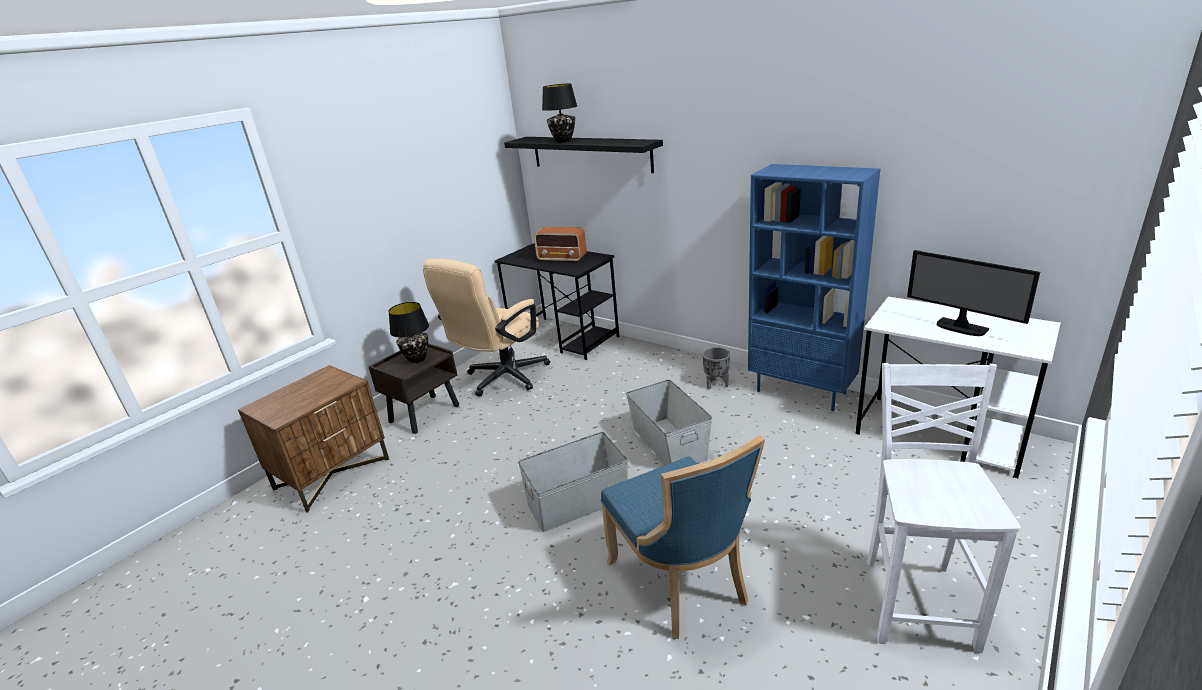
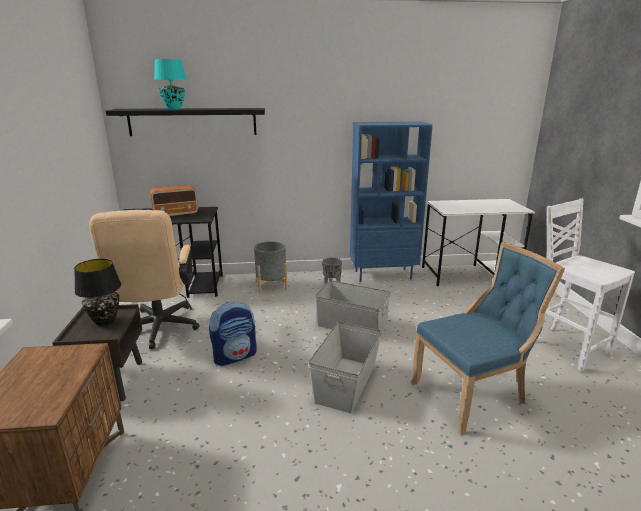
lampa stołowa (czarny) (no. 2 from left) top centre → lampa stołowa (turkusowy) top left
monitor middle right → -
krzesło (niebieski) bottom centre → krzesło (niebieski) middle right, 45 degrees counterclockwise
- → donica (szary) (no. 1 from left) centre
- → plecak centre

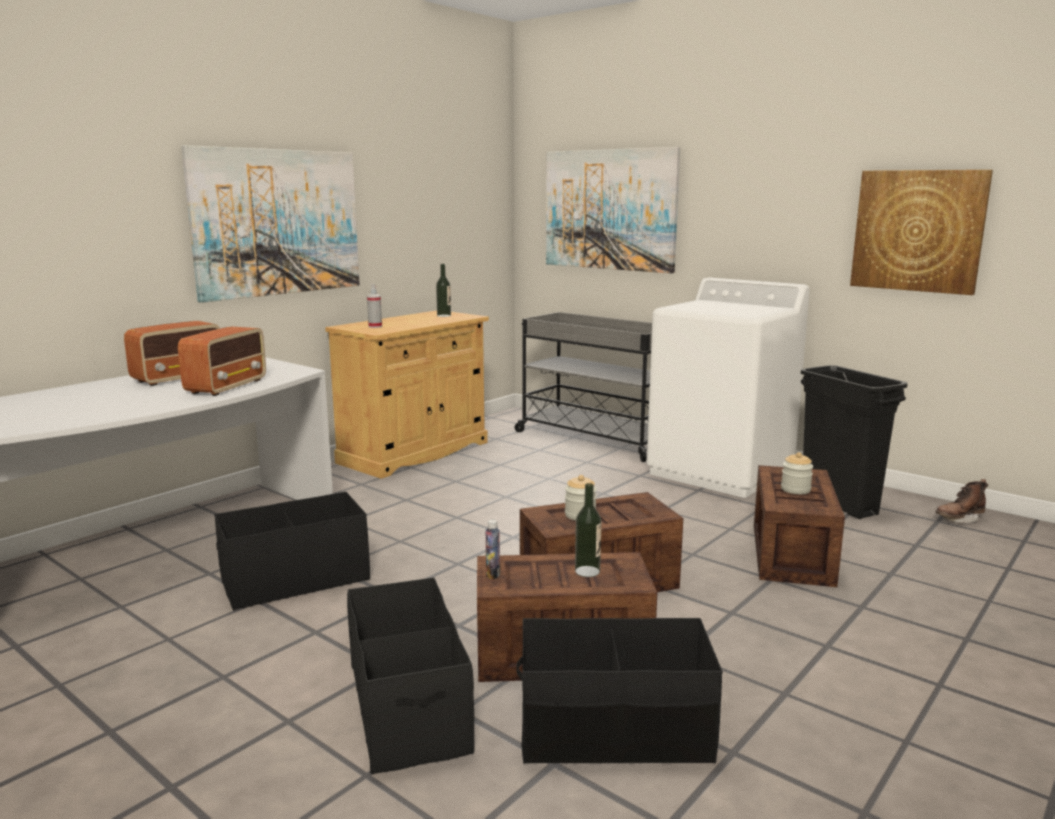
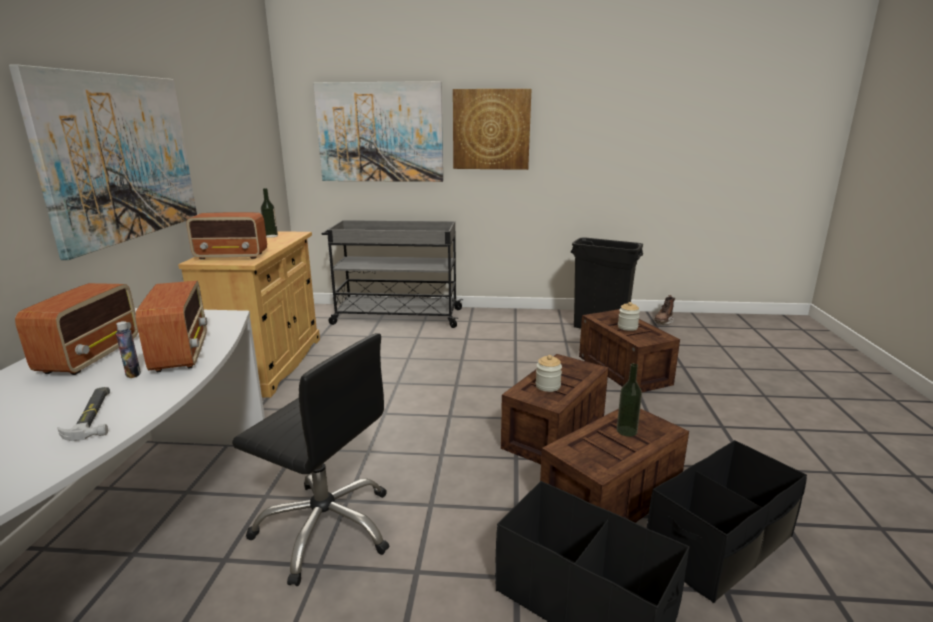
obraz (no. 3 from left) top right → obraz (no. 3 from left) top centre, shifted
pralka (biały) middle right → -
spryskiwacz centre → radio (no. 3 from left) middle left
pojemnik do przechowywania (czarny) (no. 1 from left) bottom left → krzesło biurowe (czarny) bottom left
butelka (no. 2 from left in the first image) bottom centre → butelka (no. 1 from left) middle left, shifted
- → młotek middle left

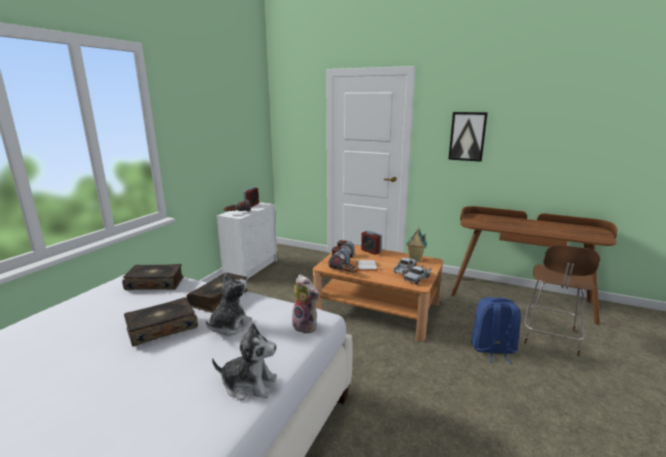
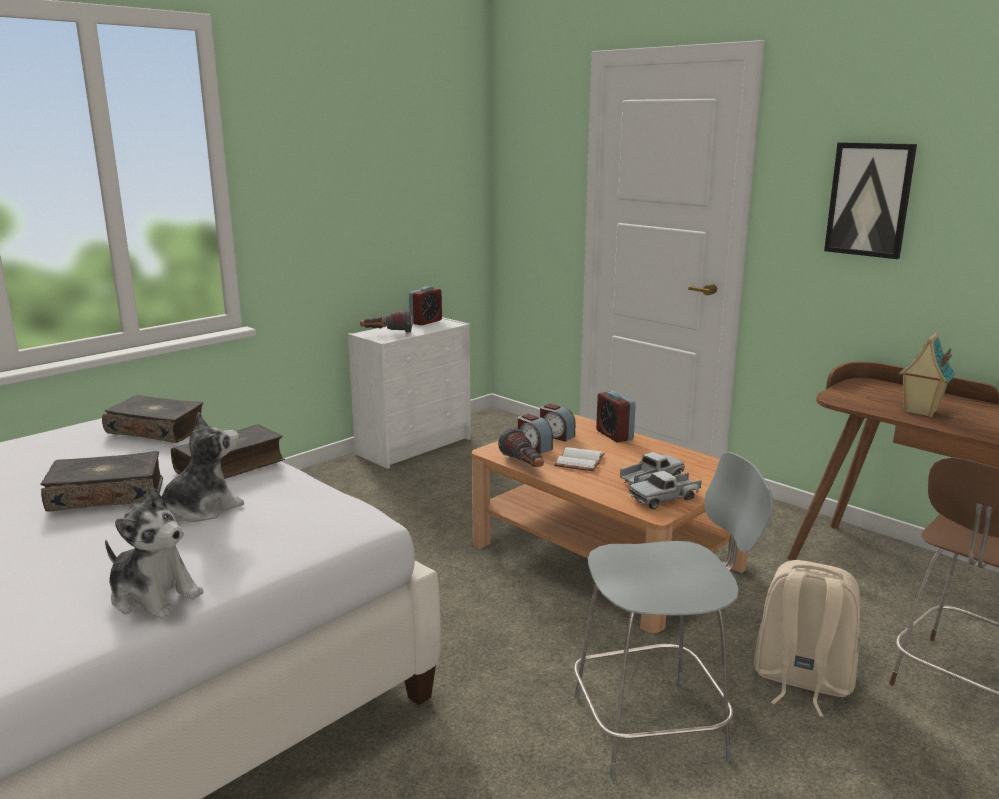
domek centre → domek middle right, shifted
pluszak (no. 3 from left) centre → -
plecak (niebieski) bottom right → plecak (beżowy) bottom right
- → krzesło (szary) bottom right

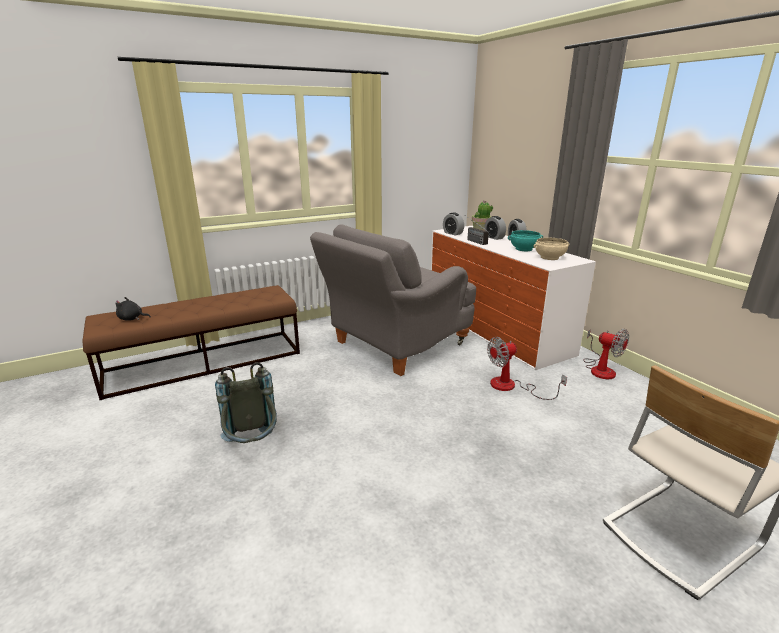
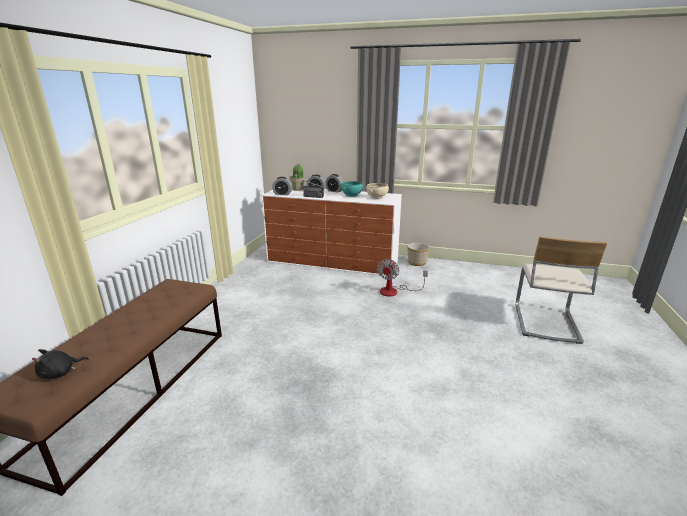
fotel (szary) centre → -
wentylator (no. 2 from left) middle right → donica centre
plecak (szary) middle left → -

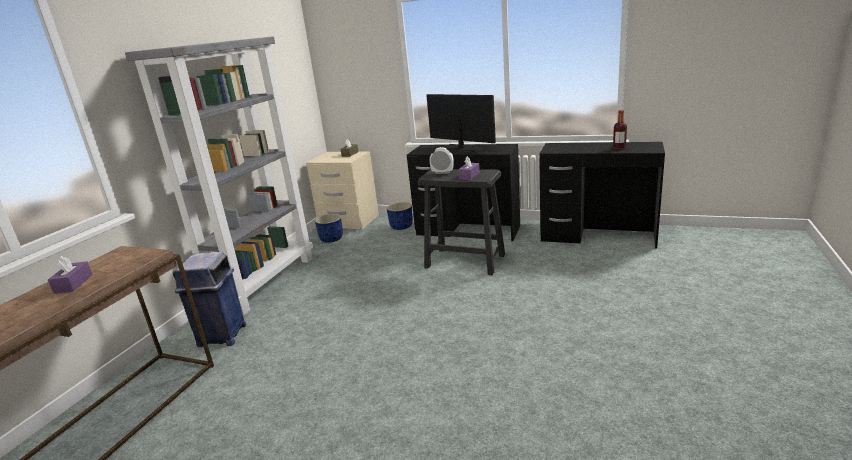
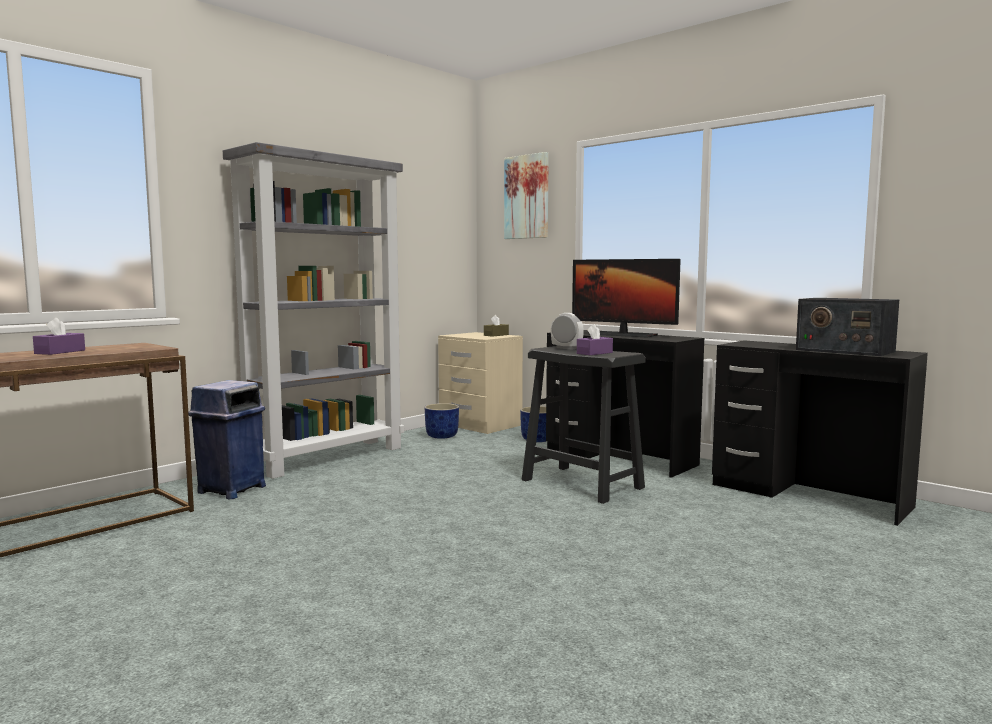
monitor top centre → monitor centre, 150 degrees clockwise
butelka top right → radio middle right
- → obraz top centre

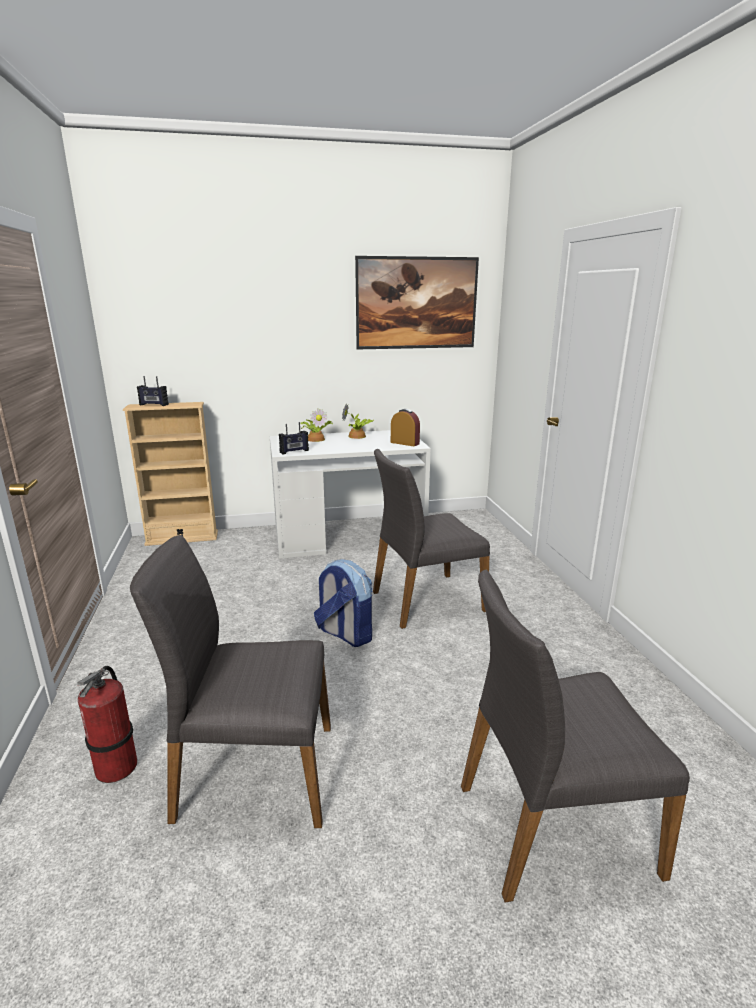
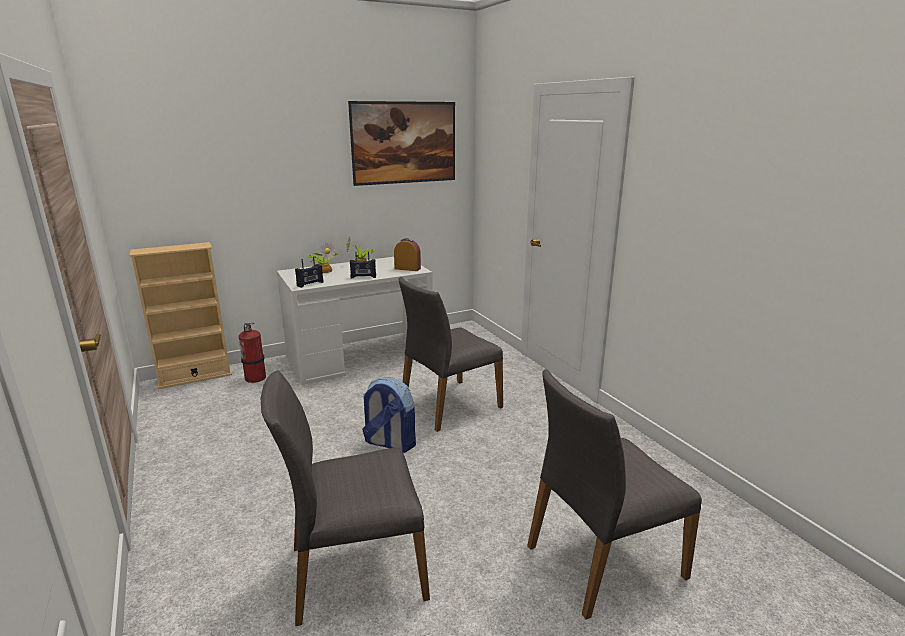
radio (no. 1 from left in the first image) middle left → radio (no. 2 from left) centre, shifted
gaśnica bottom left → gaśnica middle left, shifted

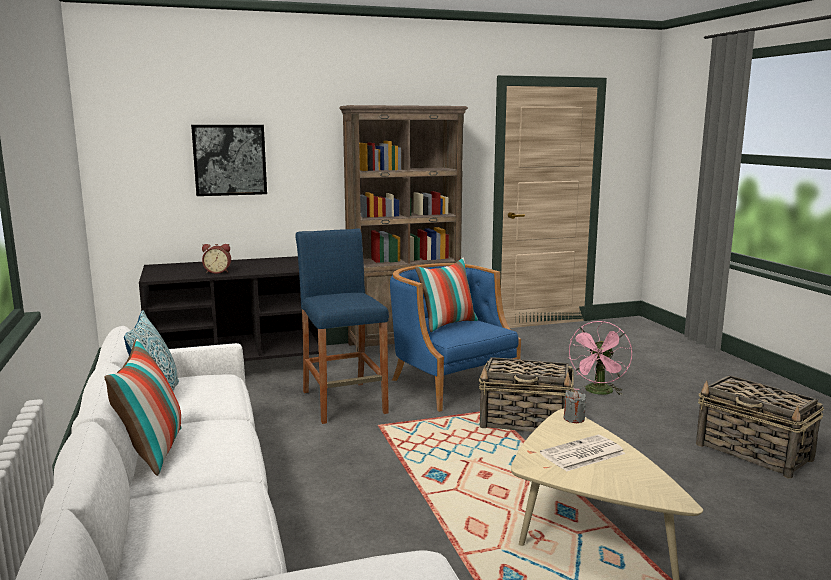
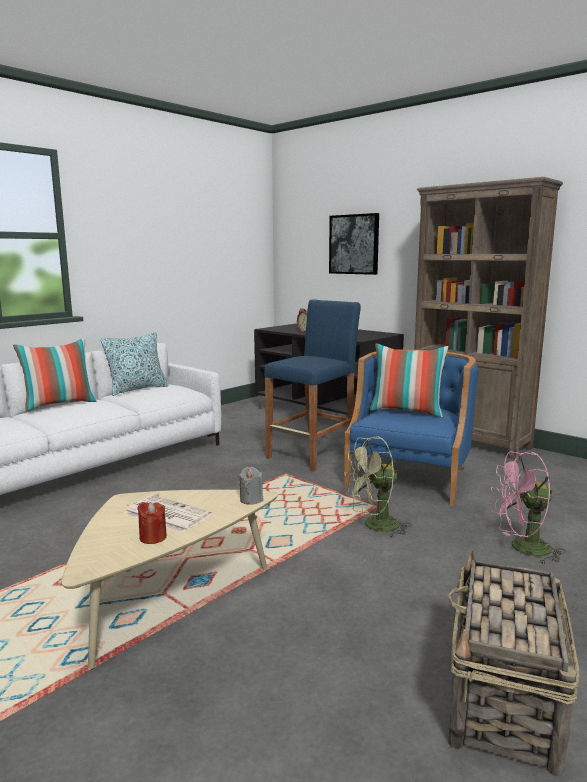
koszyk (no. 1 from left) bottom centre → wentylator (zielony) centre
- → świeca (czerwony) bottom left

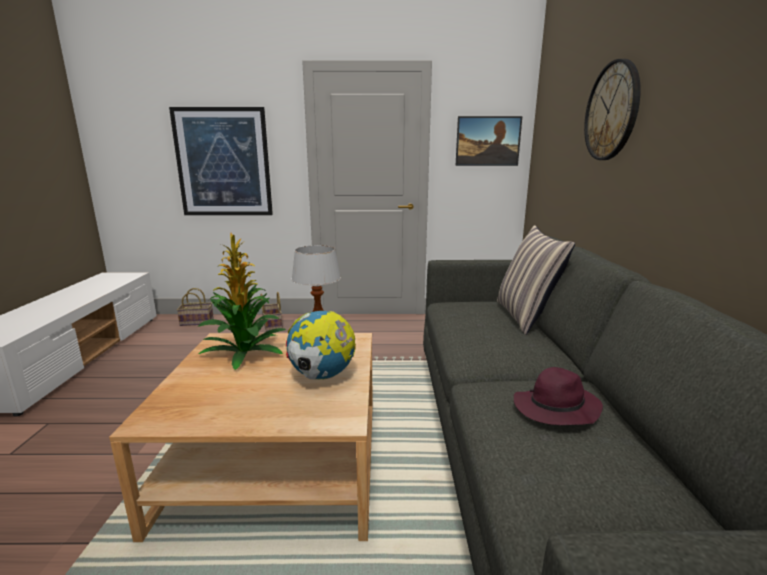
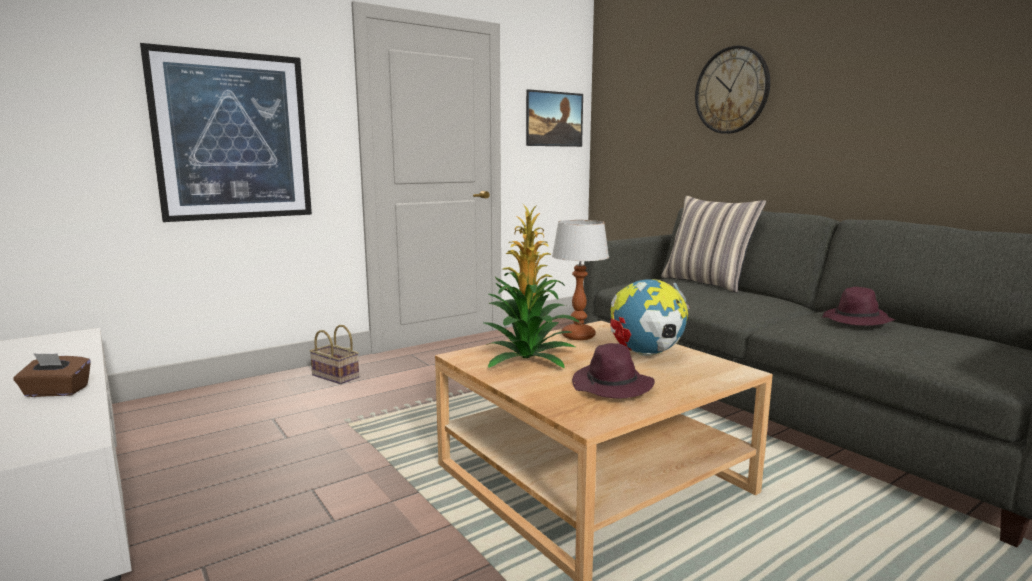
koszyk (no. 1 from left) middle left → -
- → kapelusz (fioletowy) (no. 1 from left) centre
- → pudełko chusteczek (brązowy) middle left

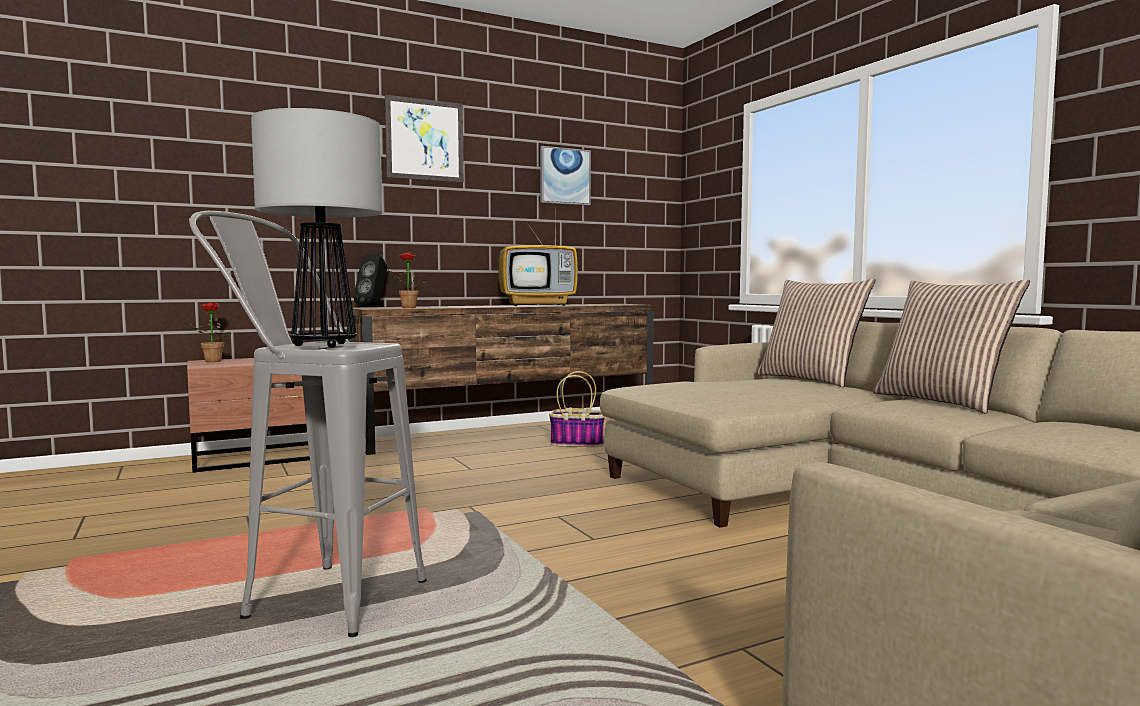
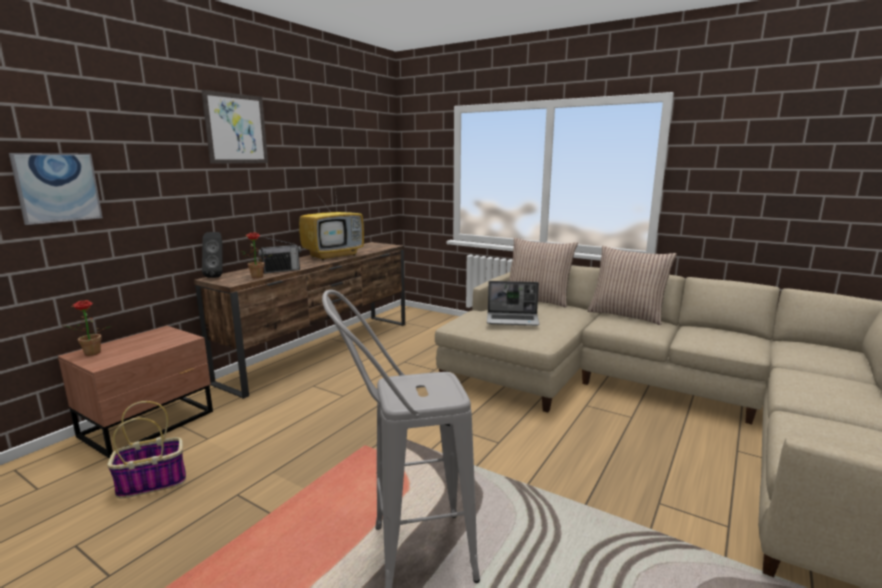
lampa stołowa top left → -
obraz (no. 2 from left in the first image) top centre → obraz (no. 1 from left) top left, shifted
koszyk centre → koszyk bottom left, shifted
- → radio middle left
- → laptop centre

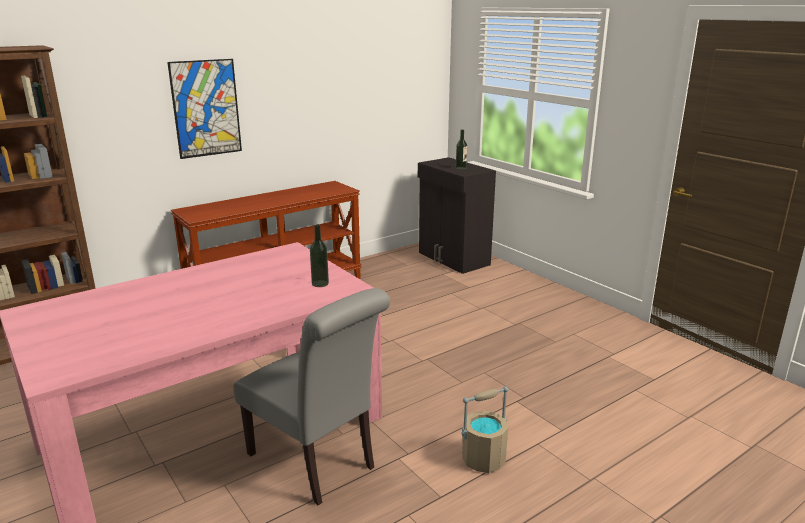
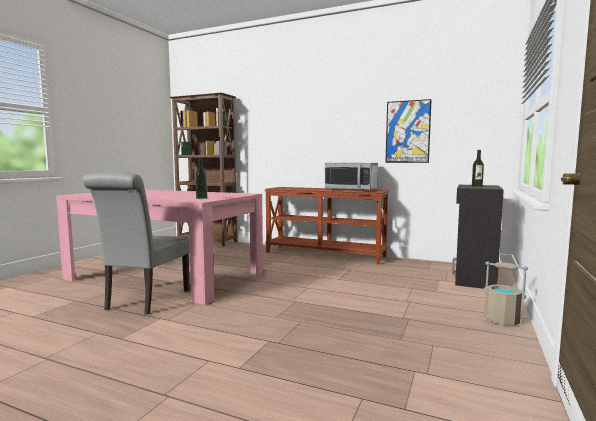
obraz top left → obraz top right, shifted
wiadro (beżowy) bottom centre → wiadro (beżowy) bottom right, shifted
- → mikrofalówka centre

